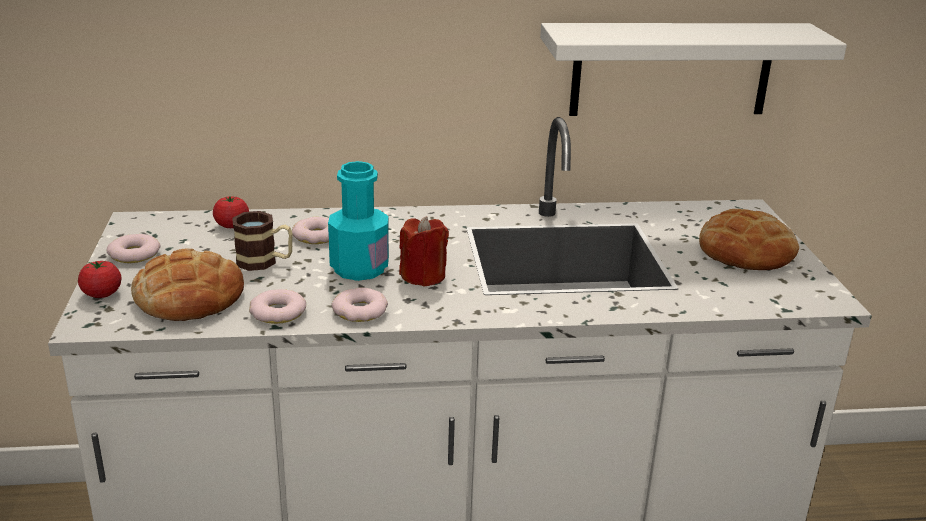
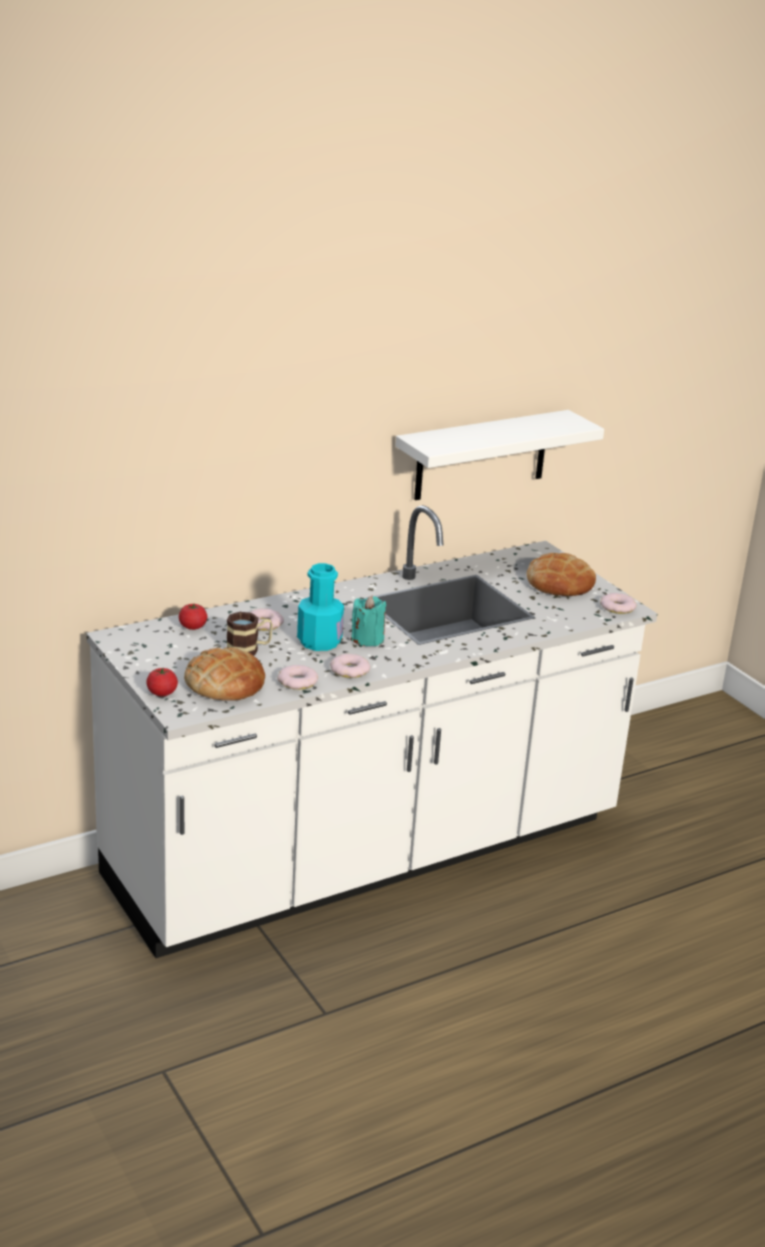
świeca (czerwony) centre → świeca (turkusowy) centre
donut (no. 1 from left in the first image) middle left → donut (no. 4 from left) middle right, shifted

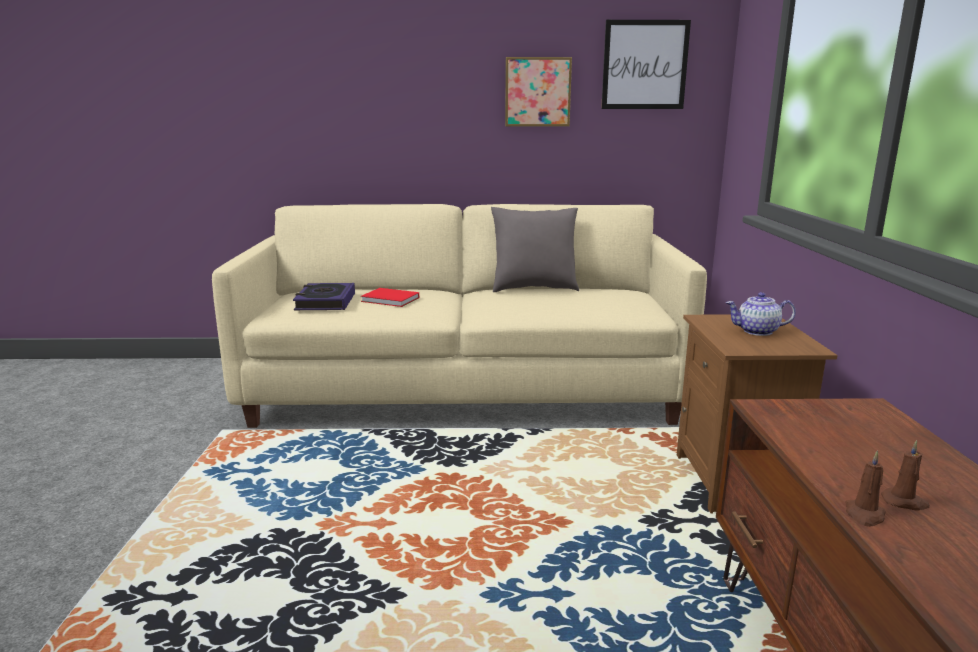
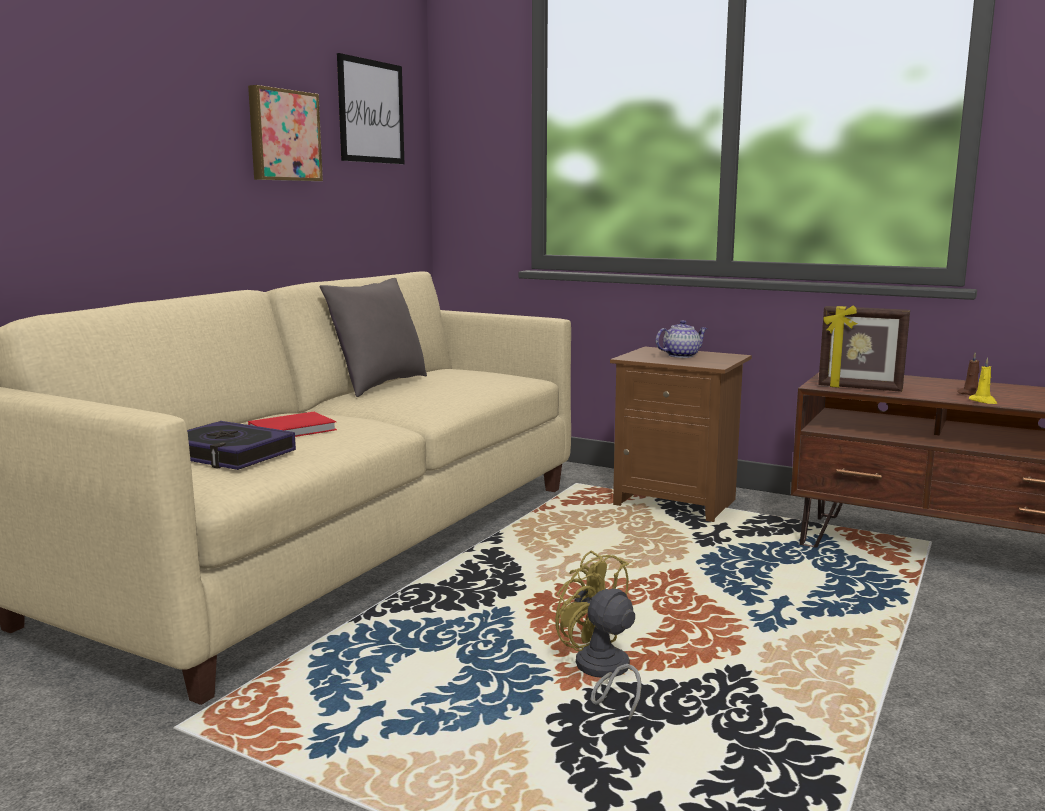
imbryk middle right → imbryk centre, 150 degrees counterclockwise
świeca (brązowy) (no. 1 from left) bottom right → świeca (żółty) middle right
- → ramka na zdjęcie middle right
- → wentylator (żółty) bottom centre

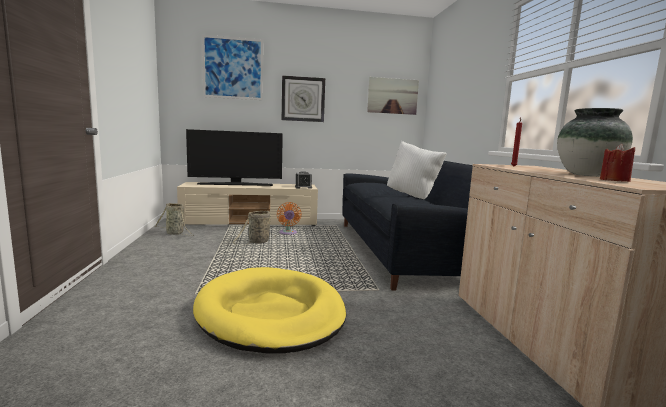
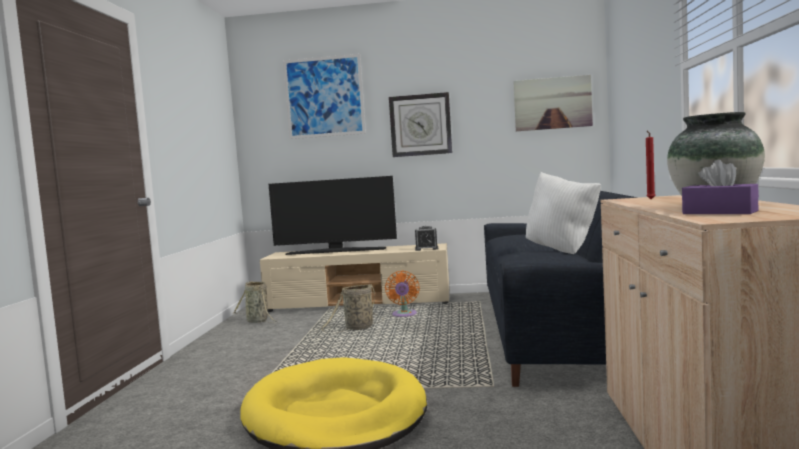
świeca (czerwony) (no. 2 from left) middle right → pudełko chusteczek (fioletowy) middle right

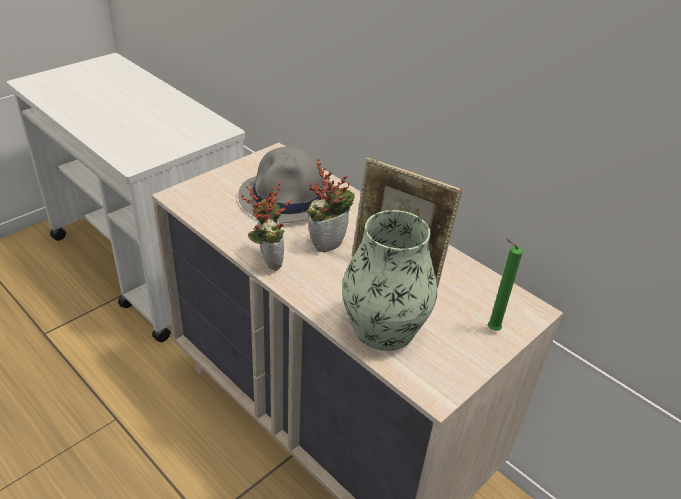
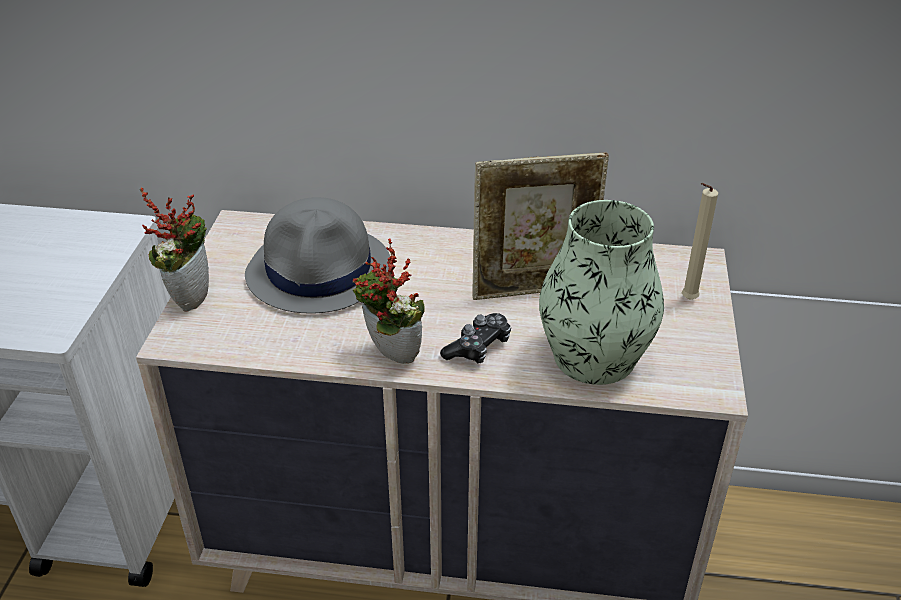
roślina doniczkowa (no. 2 from left in the first image) centre → roślina doniczkowa (no. 1 from left) middle left, shifted
świeca (zielony) middle right → świeca (beżowy) middle right
- → pad do gier centre

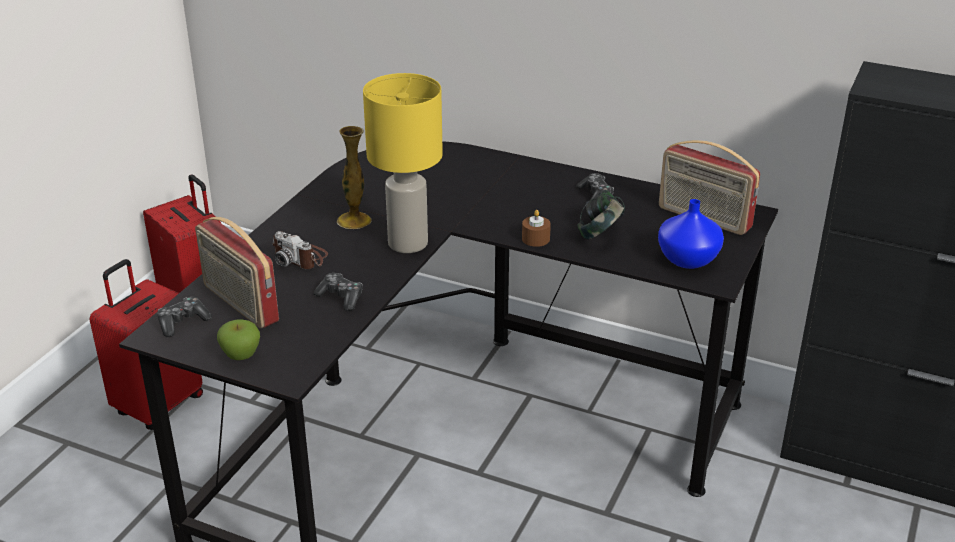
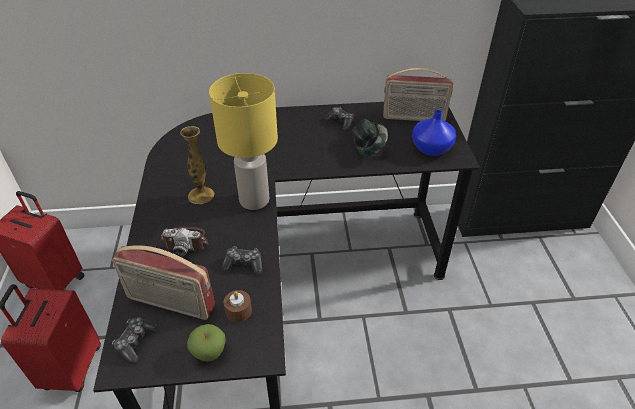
świeca (brązowy) centre → świeca (brązowy) bottom centre, shifted

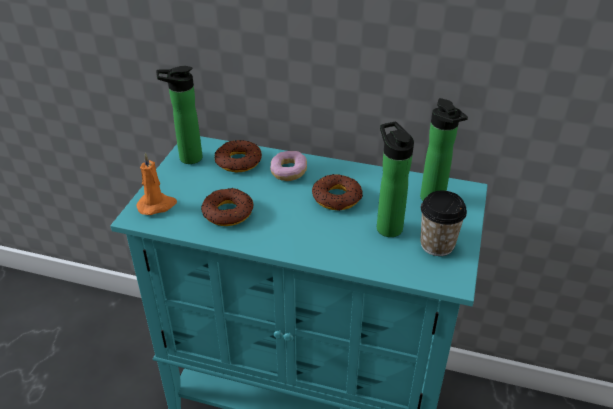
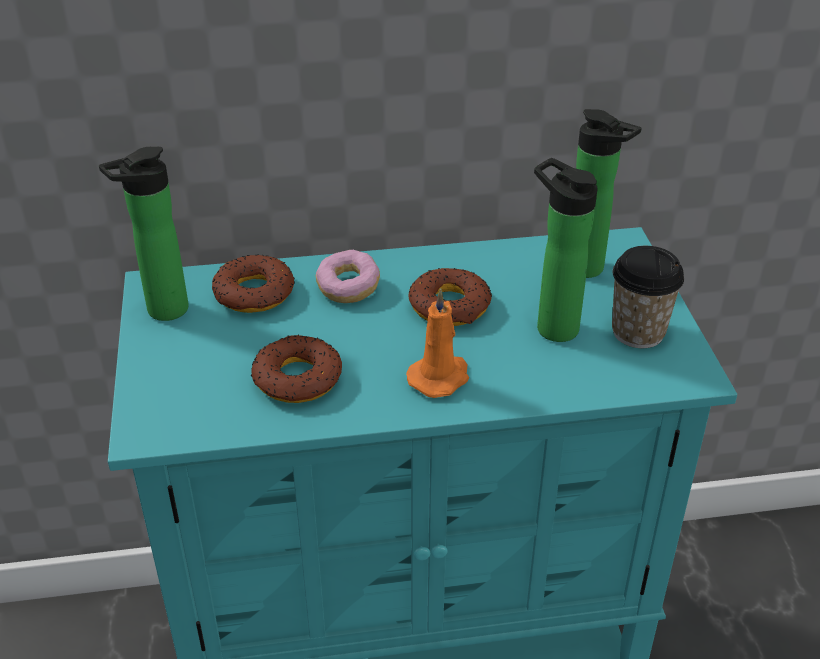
świeca (pomarańczowy) middle left → świeca (pomarańczowy) centre, shifted

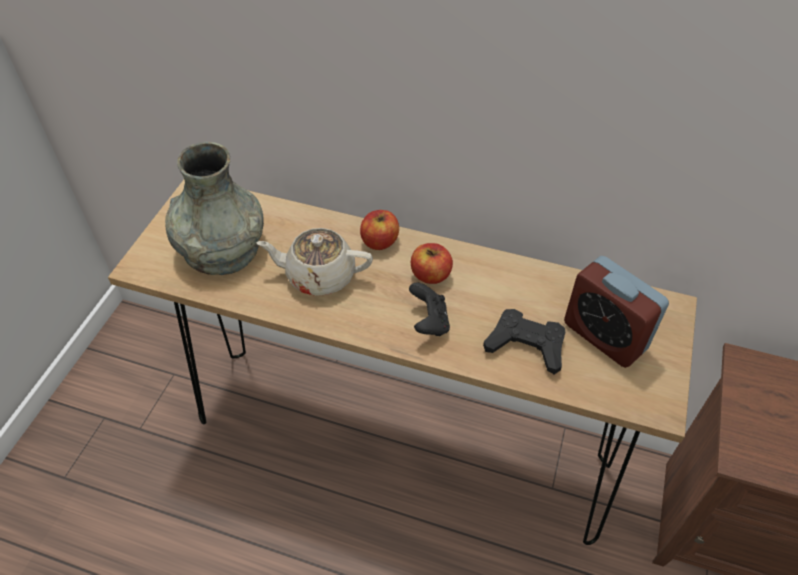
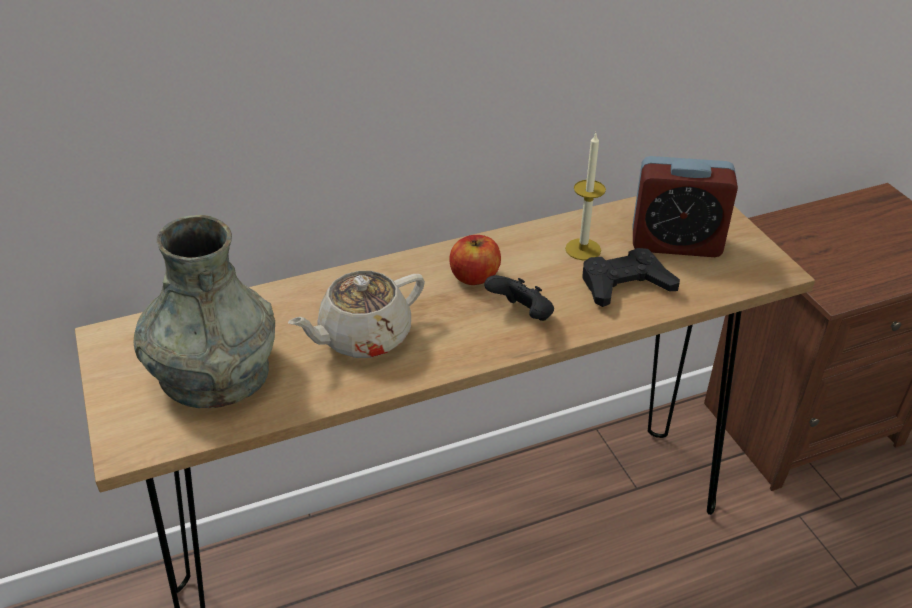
jabłko (no. 1 from left) centre → -
- → świeca top centre

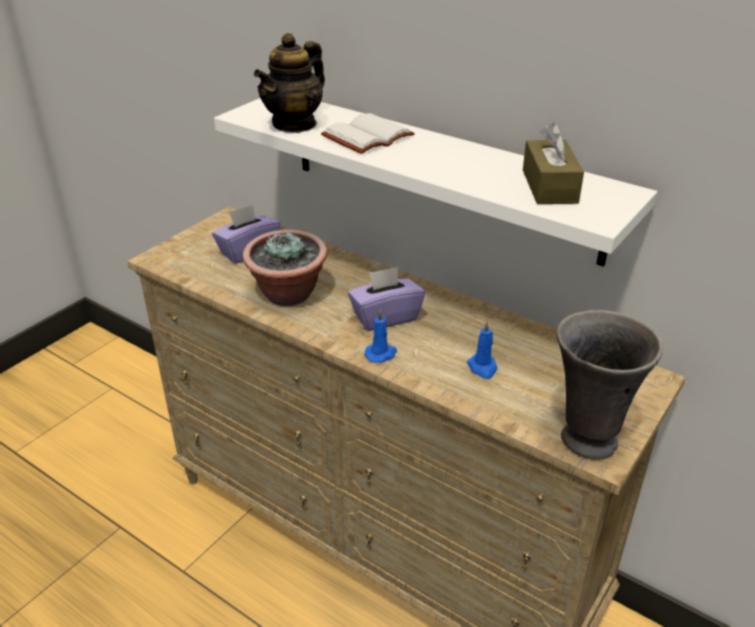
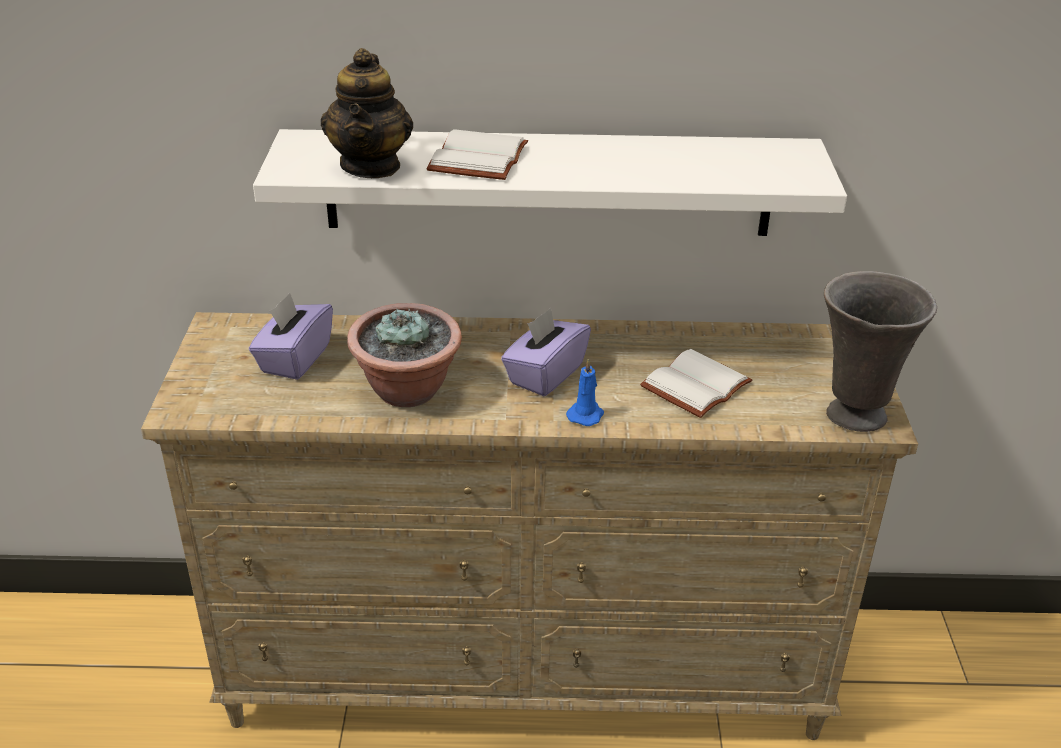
pudełko chusteczek (brązowy) top right → -
świeca (niebieski) (no. 2 from left) centre → książka (biały) (no. 2 from left) centre

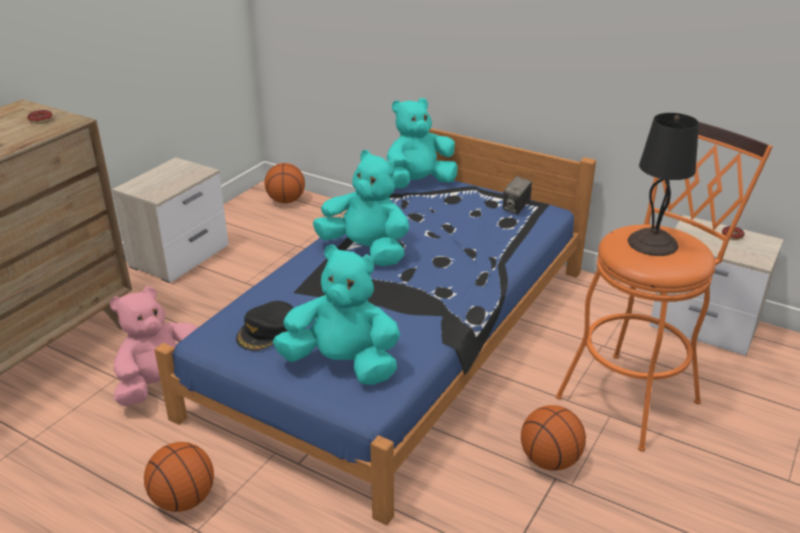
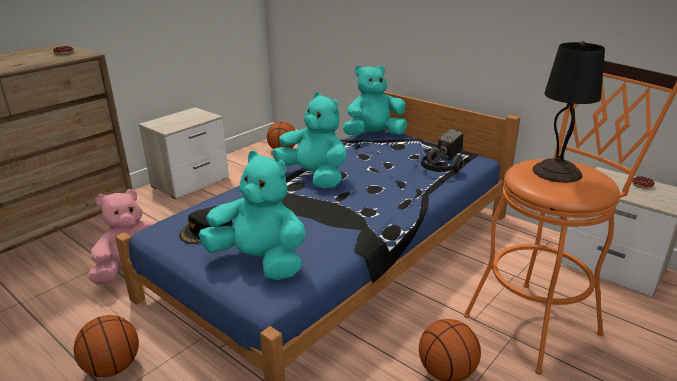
- → słuchawki centre

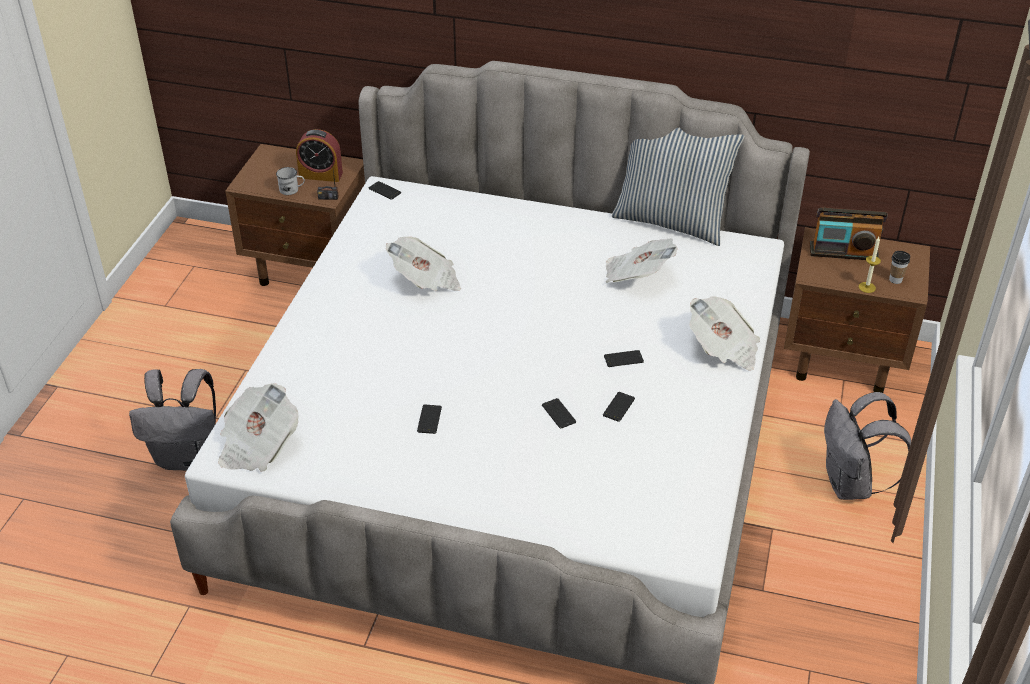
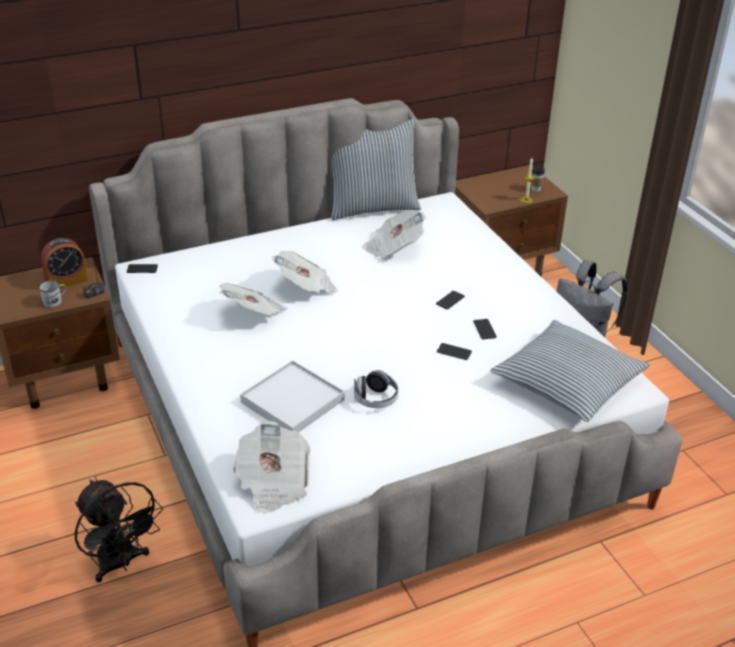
radio (no. 2 from left) middle right → -
gazeta (no. 4 from left in the first image) middle right → gazeta (no. 3 from left) centre, shifted
plecak (szary) (no. 1 from left) middle left → wentylator (czarny) bottom left
telefon (no. 2 from left) centre → słuchawki centre
- → poduszka (no. 2 from left) middle right
- → taca (biały) centre

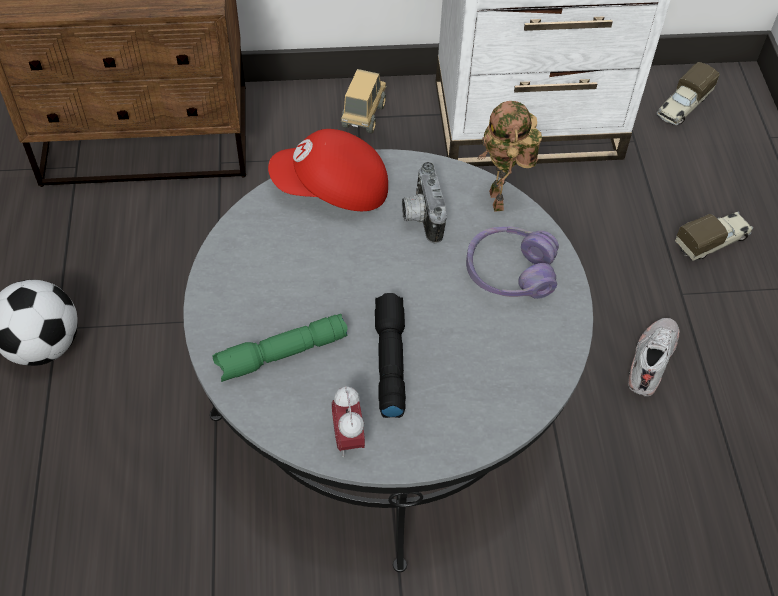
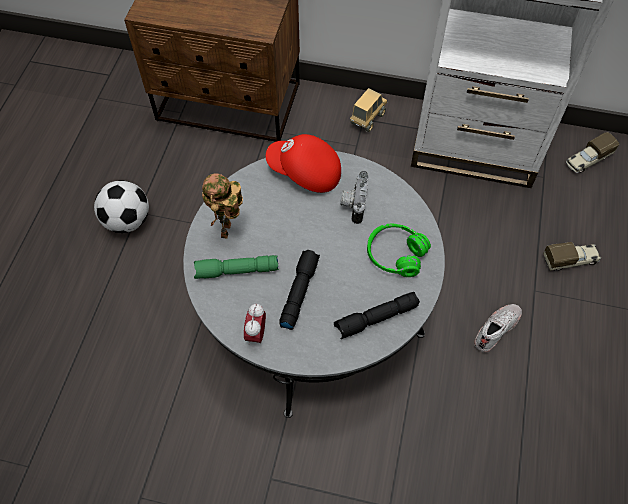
robot zabawkowy top centre → robot zabawkowy centre, shifted
słuchawki (fioletowy) centre → słuchawki (zielony) centre
- → latarka (czarny) (no. 2 from left) centre

